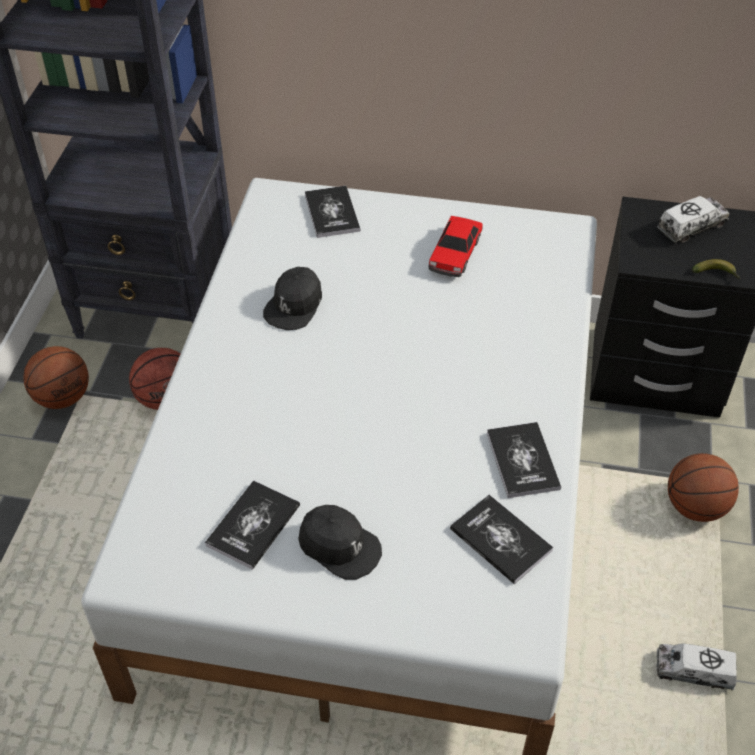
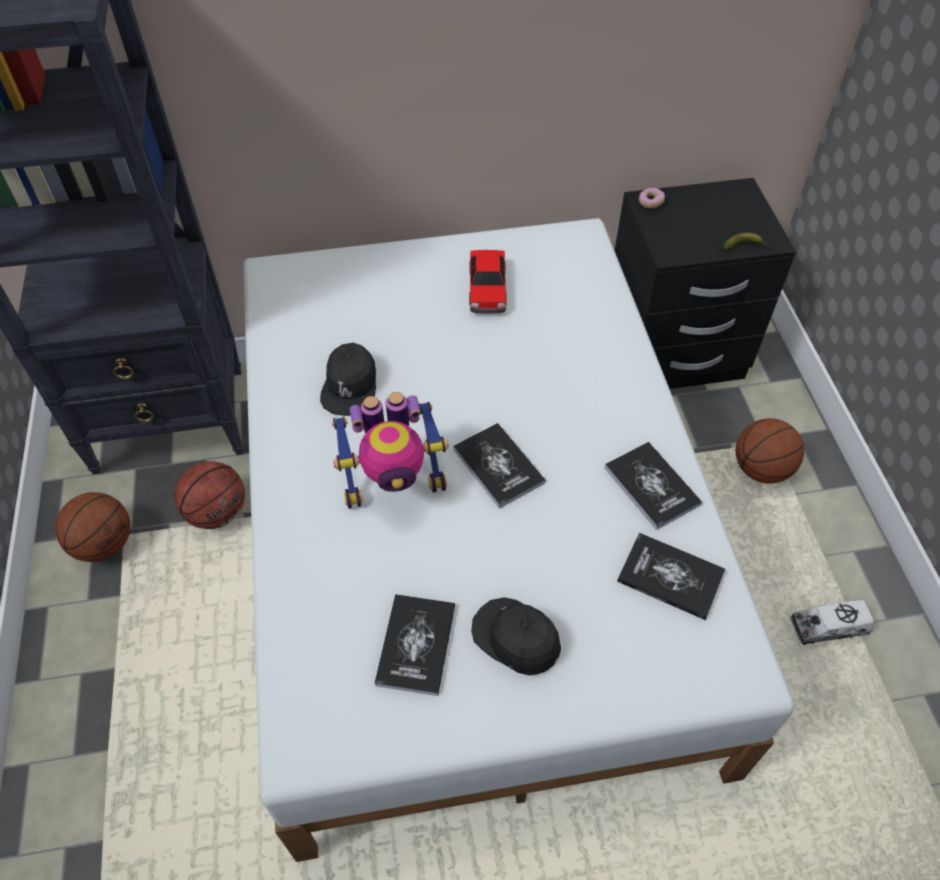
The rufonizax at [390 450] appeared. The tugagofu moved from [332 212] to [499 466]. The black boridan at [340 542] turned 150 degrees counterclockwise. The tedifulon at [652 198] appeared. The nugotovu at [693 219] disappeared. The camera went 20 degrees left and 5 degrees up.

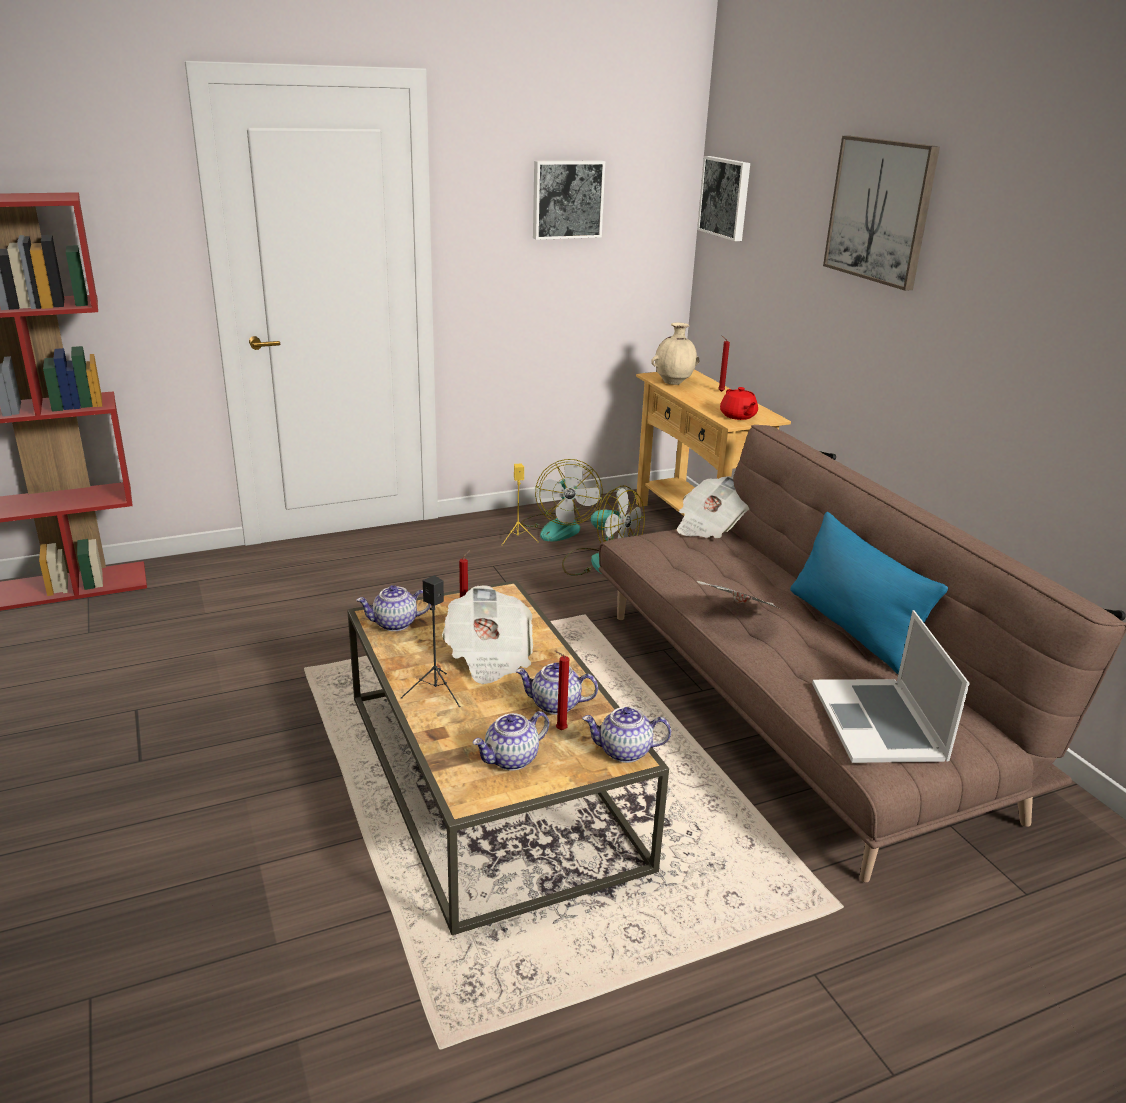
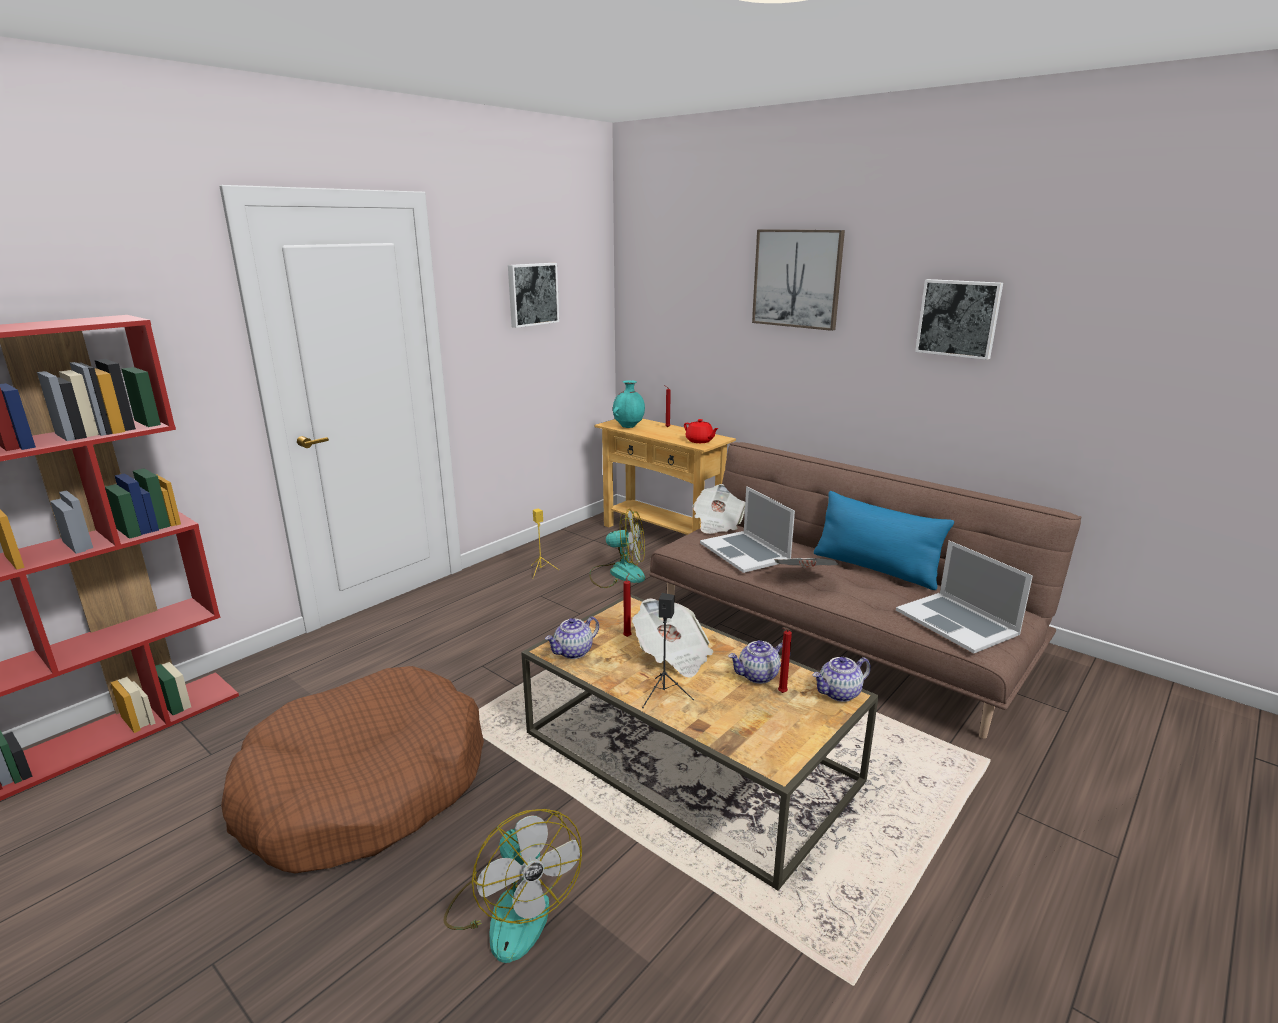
The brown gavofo at [352 769] appeared. The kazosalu moved from [562 500] to [512 886]. The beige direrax at [675 354] became the turquoise direrax at [629 404]. The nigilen at [747 529] appeared. The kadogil moved from [723 198] to [959 319]. The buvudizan at [511 740] disappeared. The camera went 25 degrees left and 5 degrees down.

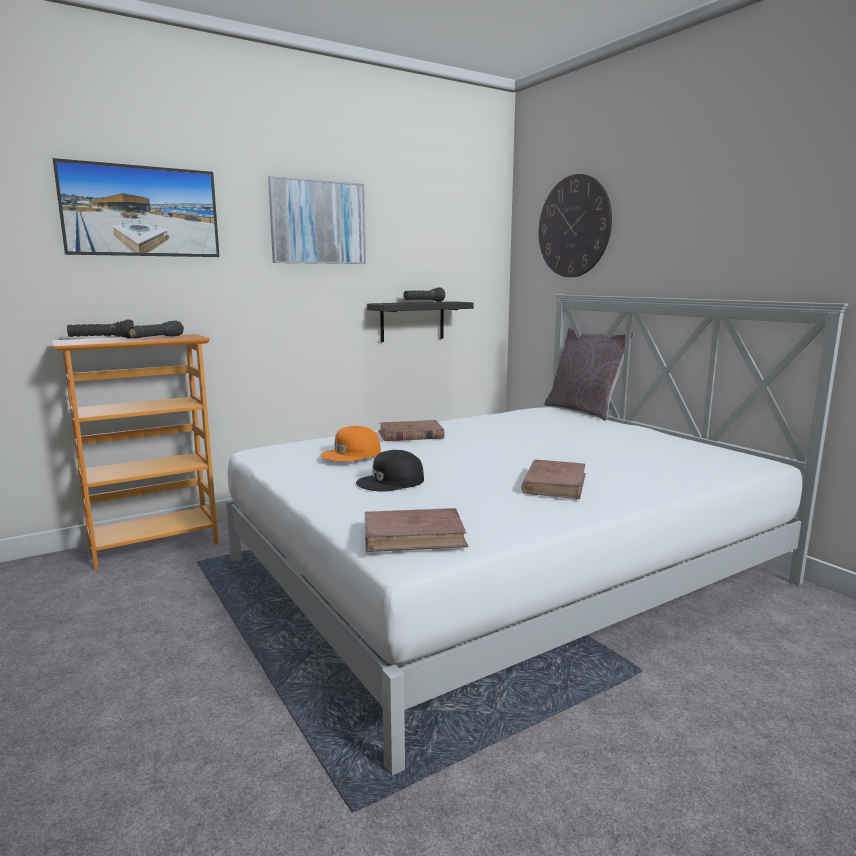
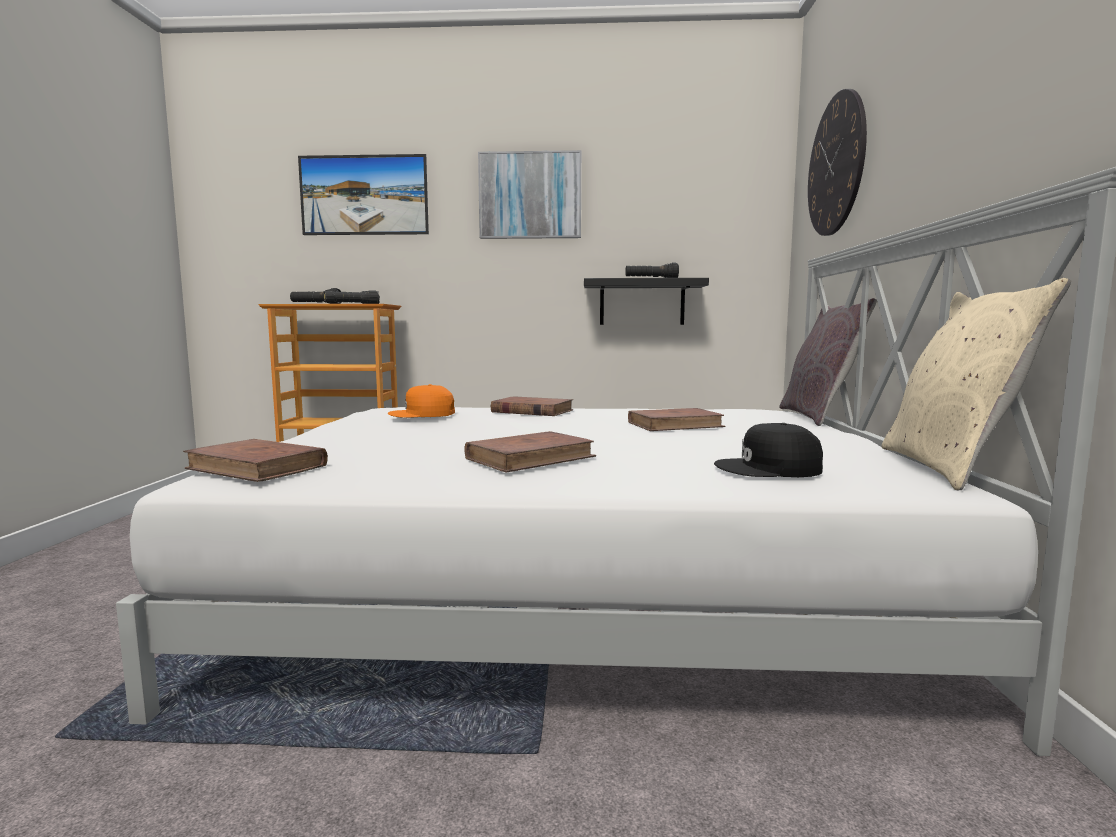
The brown tugagofu at [676 419] appeared. The black boridan moved from [390 471] to [768 450]. The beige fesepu at [976 384] appeared. The camera went 35 degrees right and 5 degrees down.

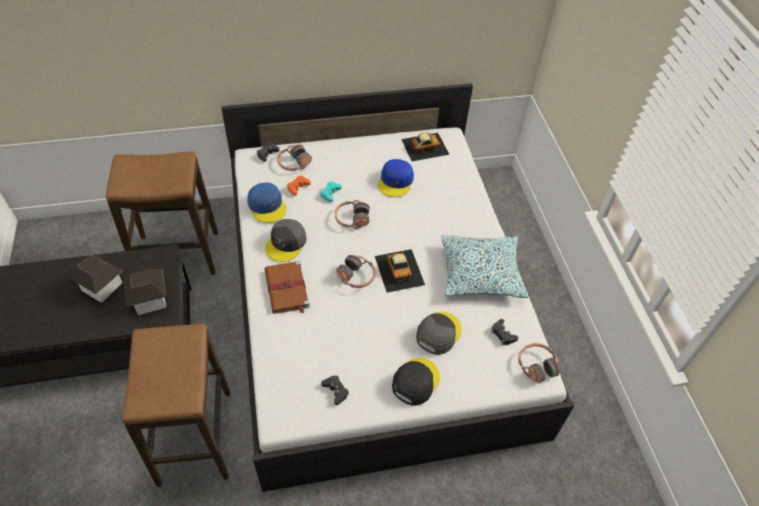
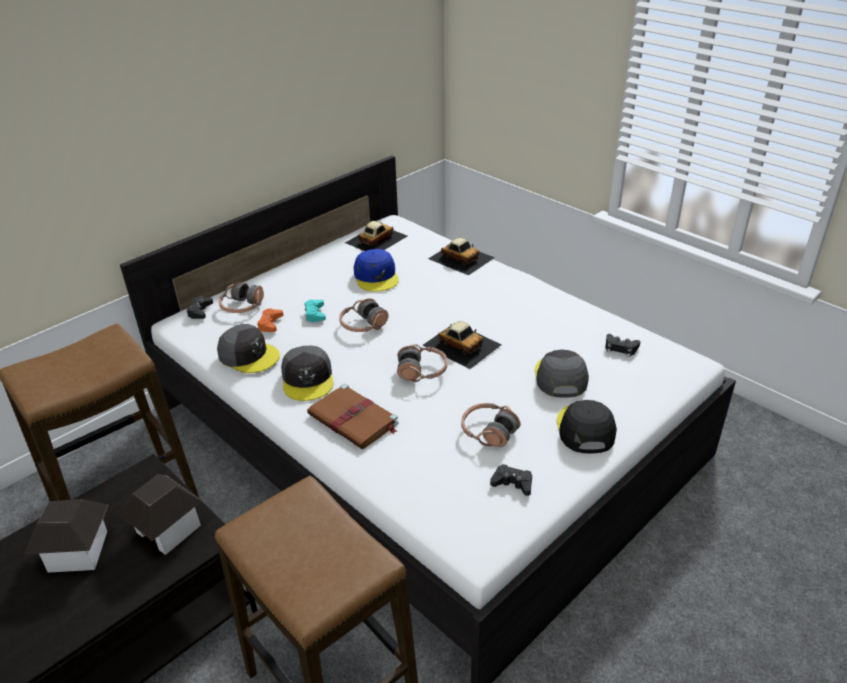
The blue boridan at [266 203] became the grey boridan at [248 348]. The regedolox at [461 256] appeared. The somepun moved from [539 363] to [491 425]. The fesepu at [484 266] disappeared. The camera went 30 degrees left and 15 degrees down.

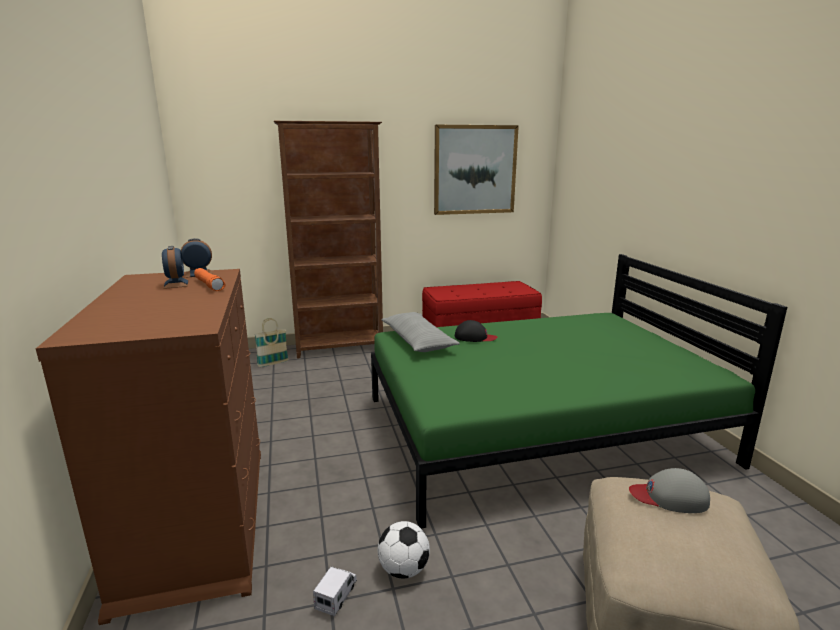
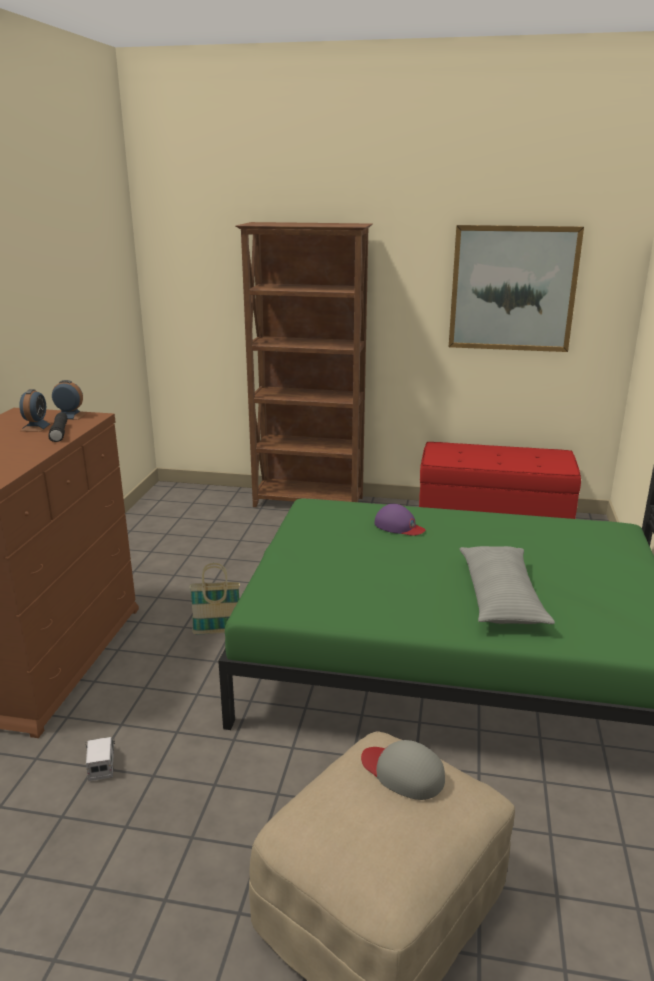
The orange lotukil at [209 279] became the black lotukil at [57 427]. The nugotovu at [335 591] turned 60 degrees counterclockwise. The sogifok moved from [271 342] to [215 599]. The black boridan at [476 331] became the purple boridan at [400 520]. The grey fesepu moved from [420 332] to [507 585]. The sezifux at [404 550] disappeared. The camera went 25 degrees right and 5 degrees up.

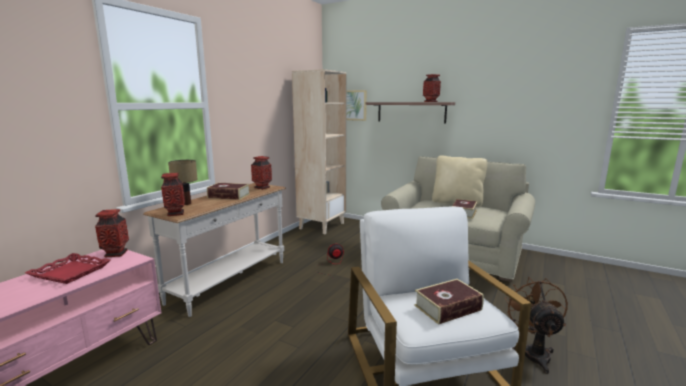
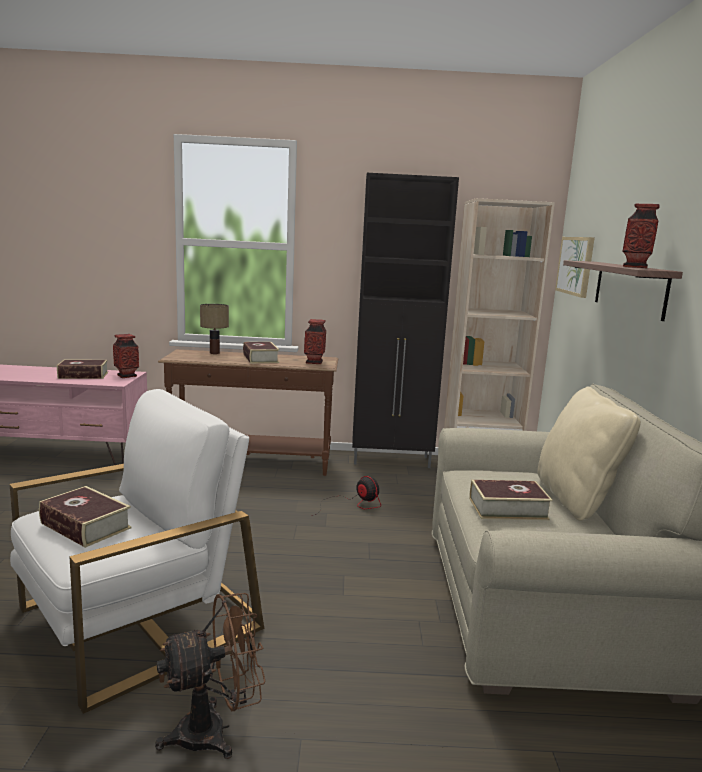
The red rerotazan at [68 268] was replaced by the tugagofu at [82 369]. The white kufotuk at [214 250] became the brown kufotuk at [248 412]. The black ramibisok at [405 320] appeared. The direrax at [173 194] disappeared. The camera went 60 degrees right and 0 degrees up.

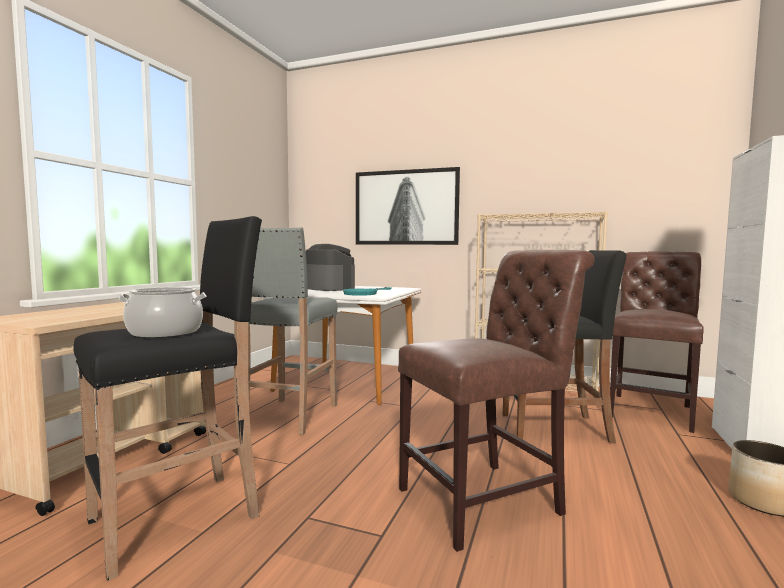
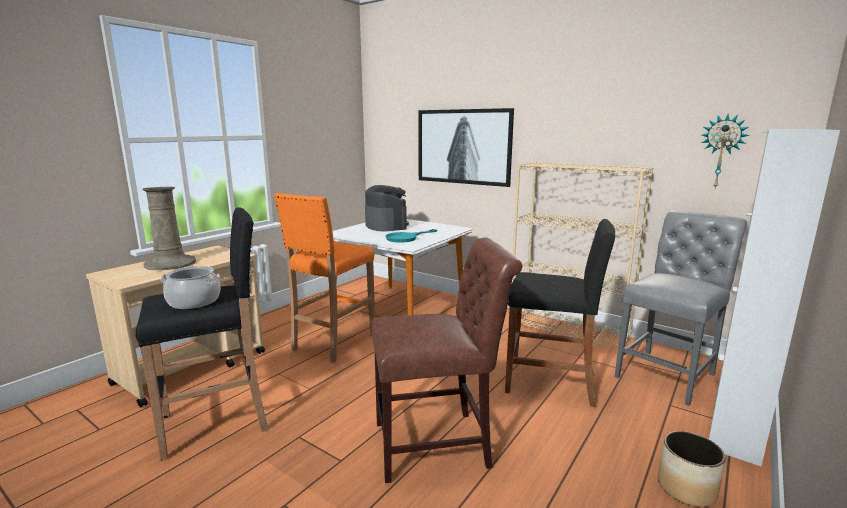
The beige direrax at [169 228] appeared. The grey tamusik at [292 331] became the orange tamusik at [324 278]. The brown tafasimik at [657 342] became the grey tafasimik at [681 308]. The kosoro at [725 151] appeared. The camera went 15 degrees right and 10 degrees up.

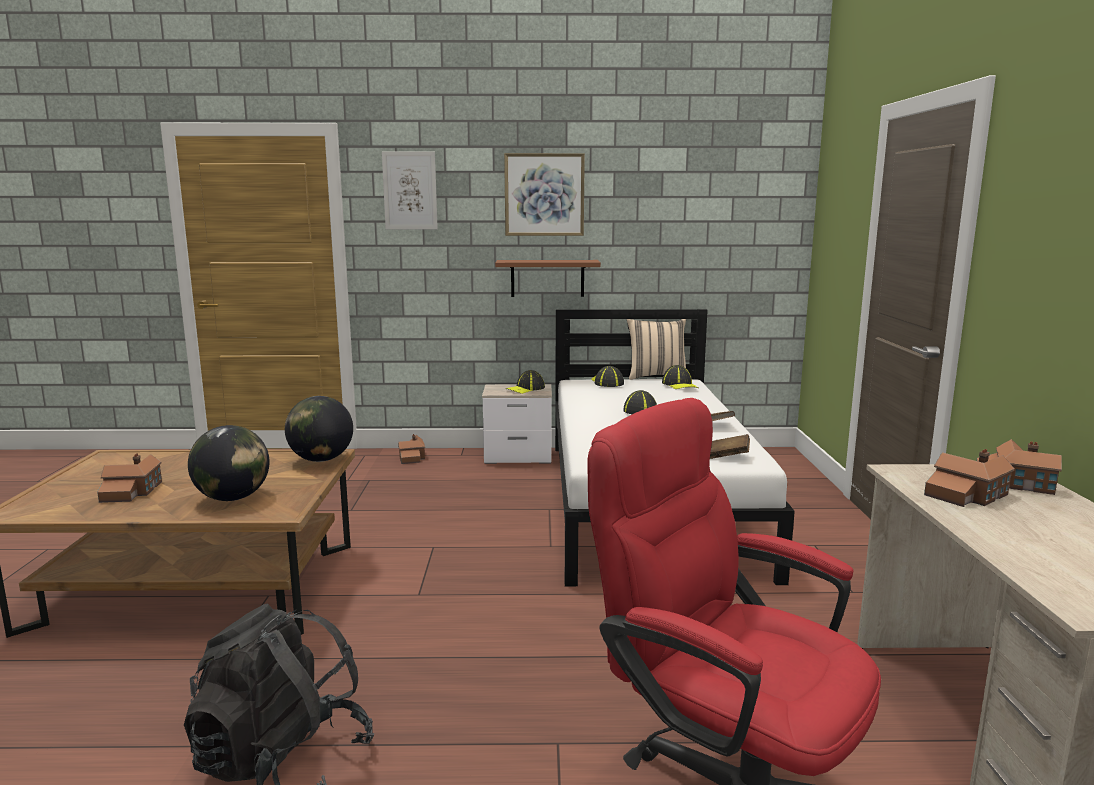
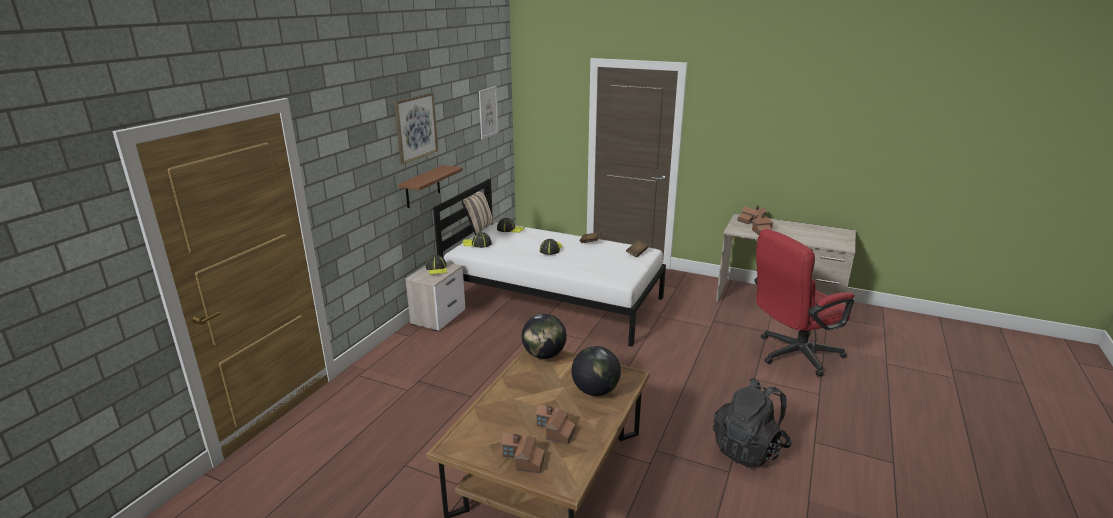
The kadogil moved from [410 190] to [489 113]. The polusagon moved from [411 449] to [523 453]. The camera went 65 degrees left and 10 degrees up.

